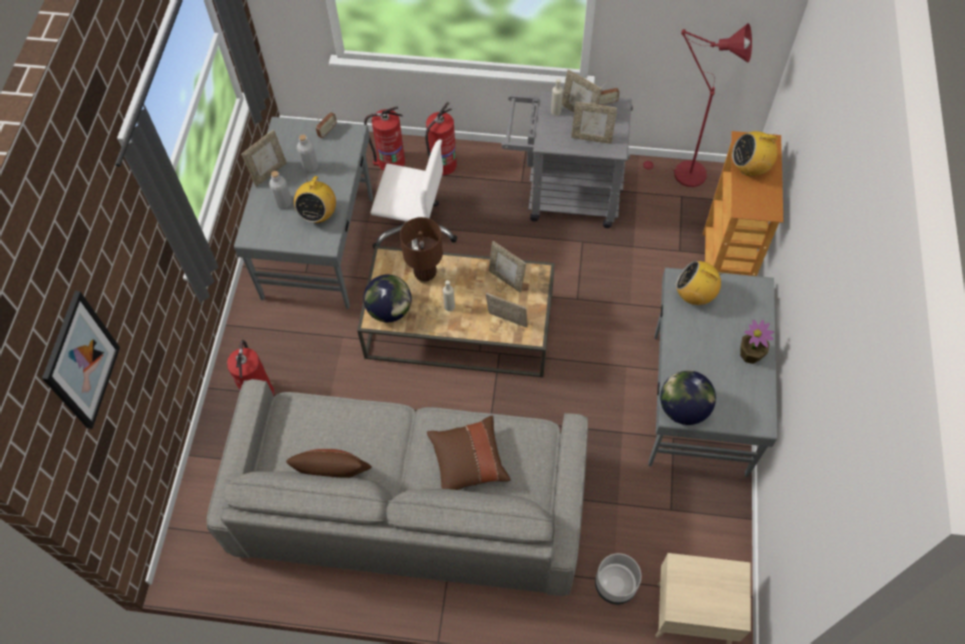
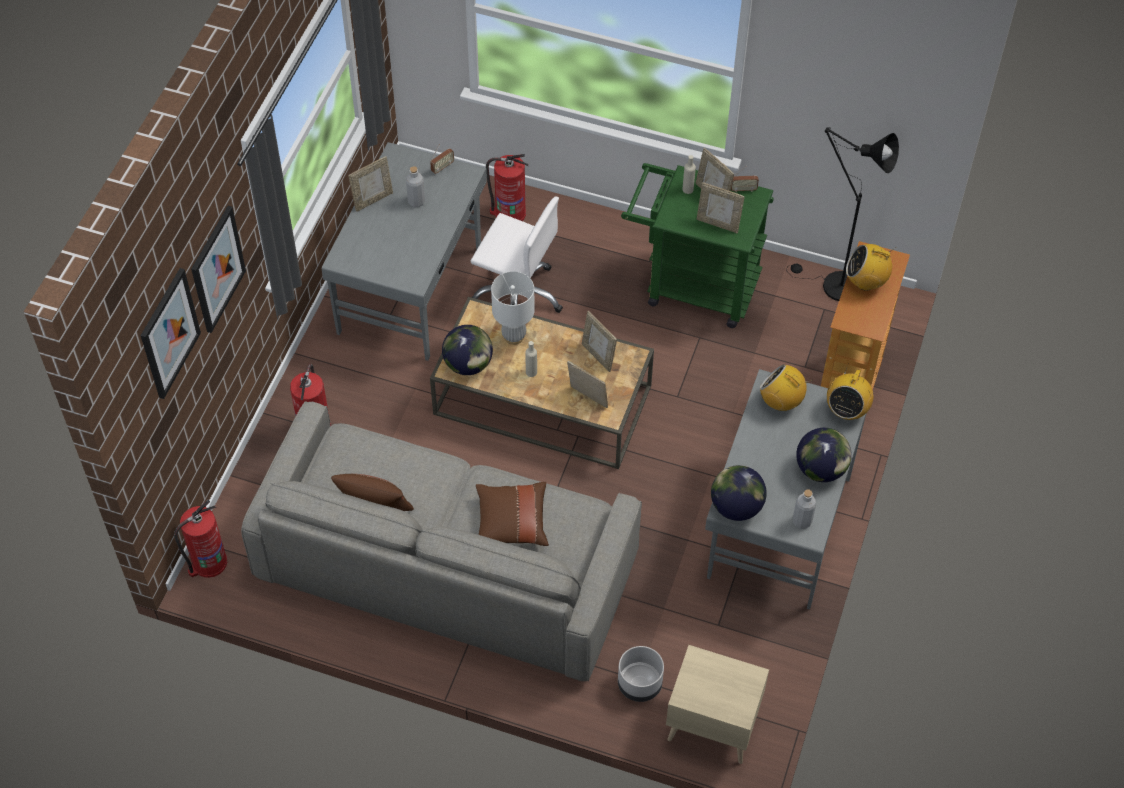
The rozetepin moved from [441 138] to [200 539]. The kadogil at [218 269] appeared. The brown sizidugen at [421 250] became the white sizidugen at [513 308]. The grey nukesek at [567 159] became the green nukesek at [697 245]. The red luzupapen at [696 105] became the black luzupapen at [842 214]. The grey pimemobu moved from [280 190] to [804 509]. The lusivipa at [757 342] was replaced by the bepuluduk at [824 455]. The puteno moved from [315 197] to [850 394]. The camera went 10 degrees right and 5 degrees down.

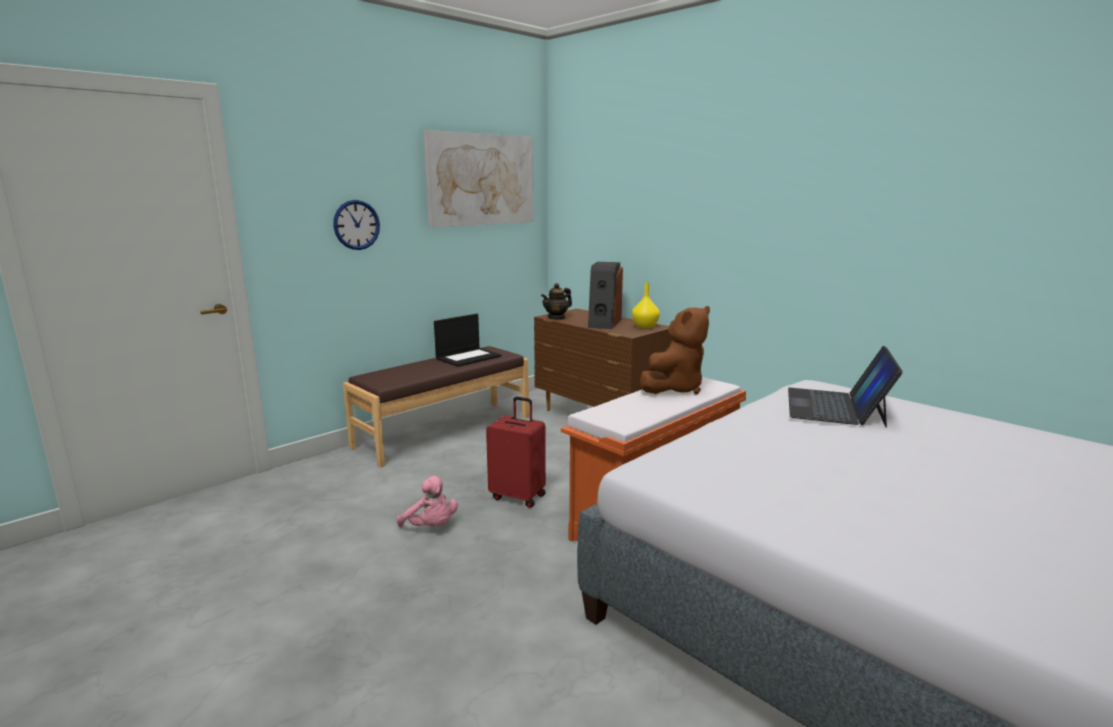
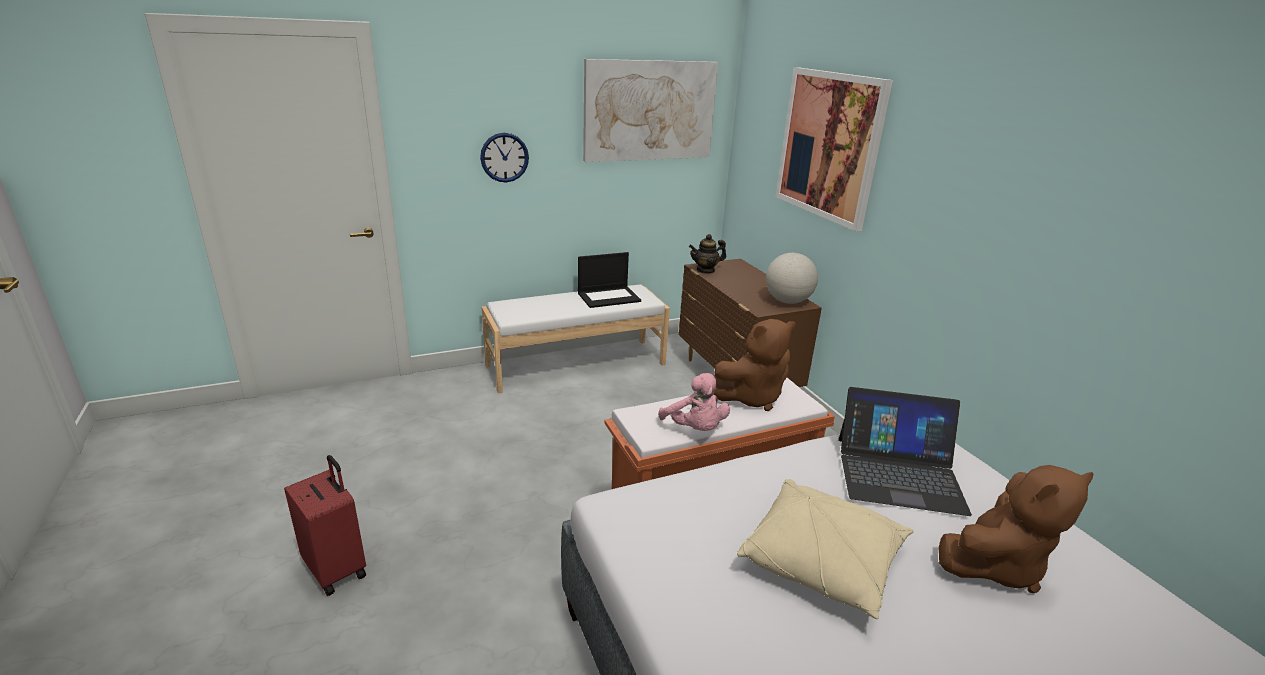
The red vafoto moved from [516 452] to [325 525]. The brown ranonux at [436 406] became the white ranonux at [576 338]. The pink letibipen moved from [427 501] to [694 402]. The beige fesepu at [825 549] appeared. The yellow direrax at [646 305] was replaced by the bepuluduk at [792 278]. The kadogil at [834 149] appeared. The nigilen at [845 387] turned 120 degrees counterclockwise. The brown letibipen at [1016 529] appeared. The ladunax at [605 295] disappeared. The camera went 20 degrees right and 10 degrees up.

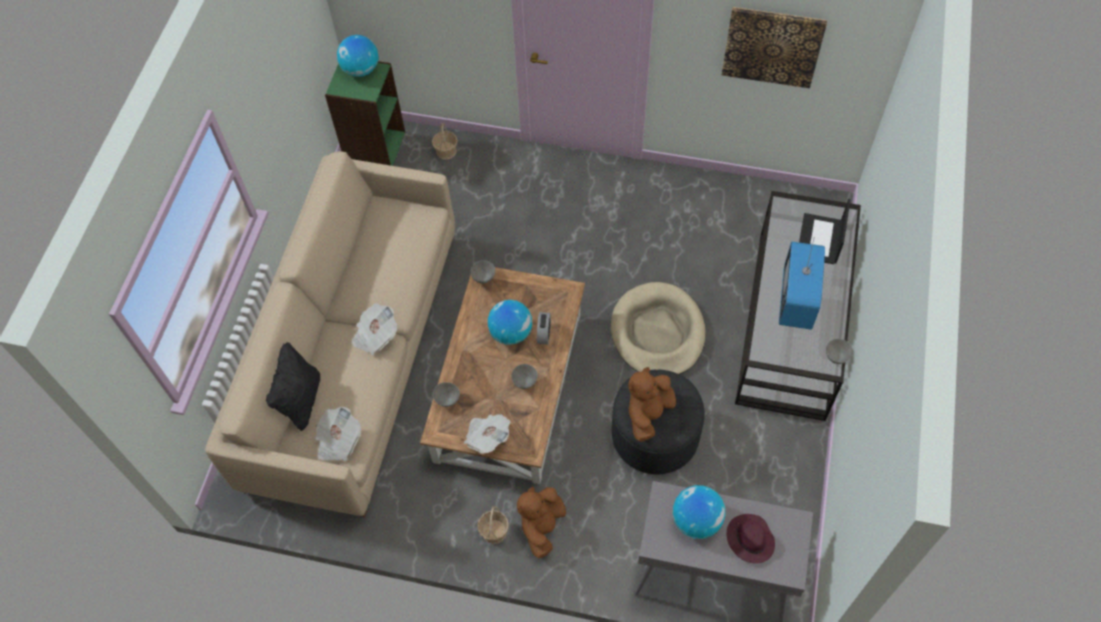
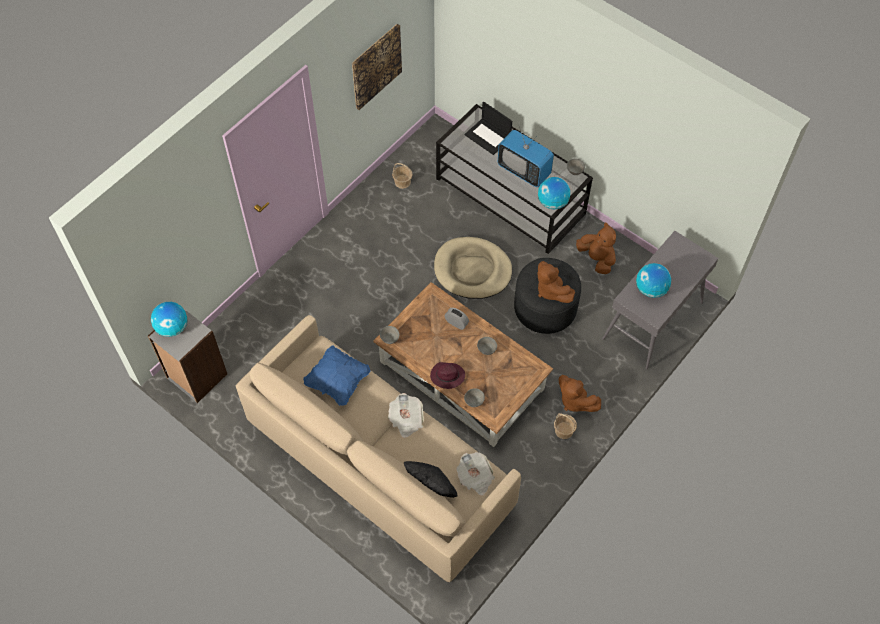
The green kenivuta at [365 113] became the grey kenivuta at [187 355]. The blue fesepu at [337 376] appeared. The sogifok moved from [445 141] to [402 176]. The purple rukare moved from [750 539] to [447 375]. The bepuluduk moved from [510 322] to [554 193]. The brown letibipen at [596 248] appeared. The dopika at [487 433] disappeared. The camera went 65 degrees left and 0 degrees up.

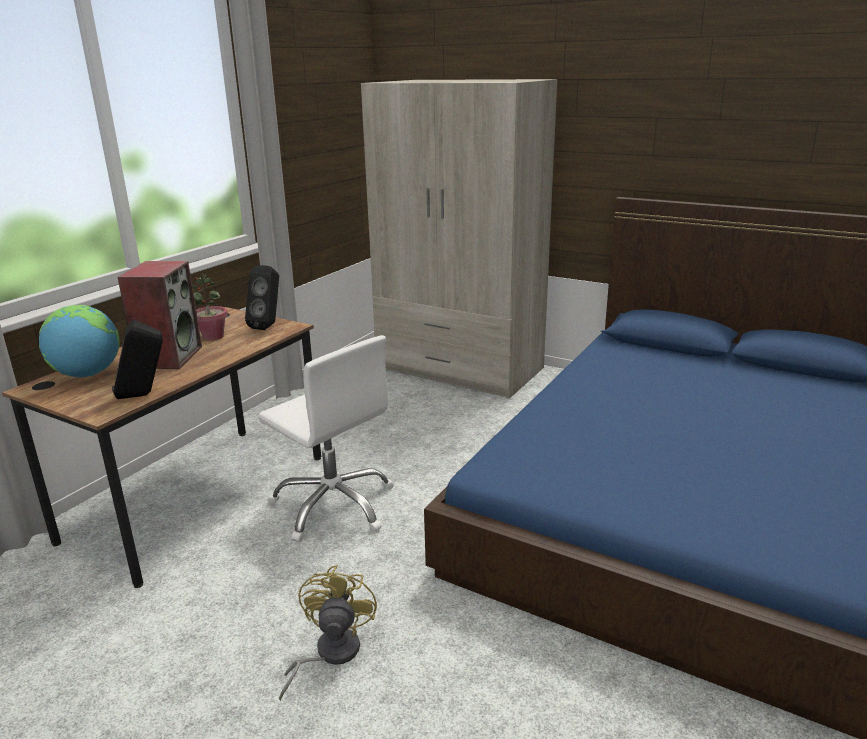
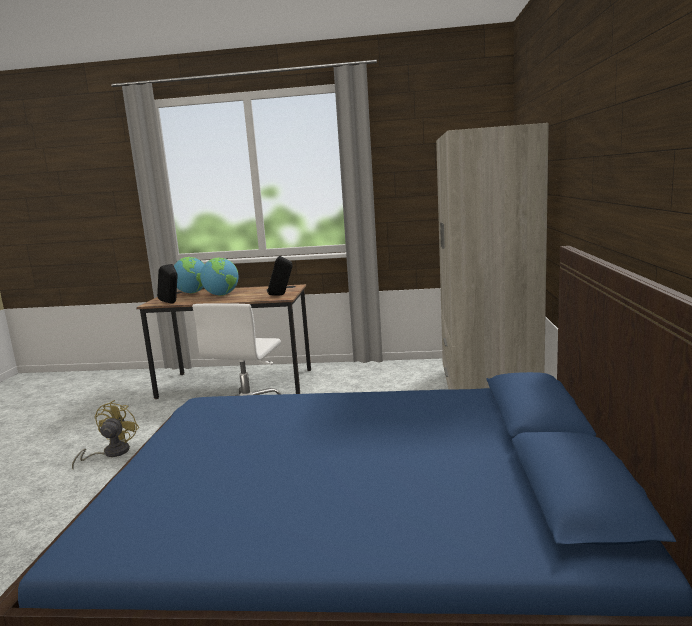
The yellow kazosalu at [328 633] turned 60 degrees counterclockwise. The ladunax at [160 315] was replaced by the bepuluduk at [219 277]. The lusivipa at [210 307] disappeared. The camera went 65 degrees right and 10 degrees down.

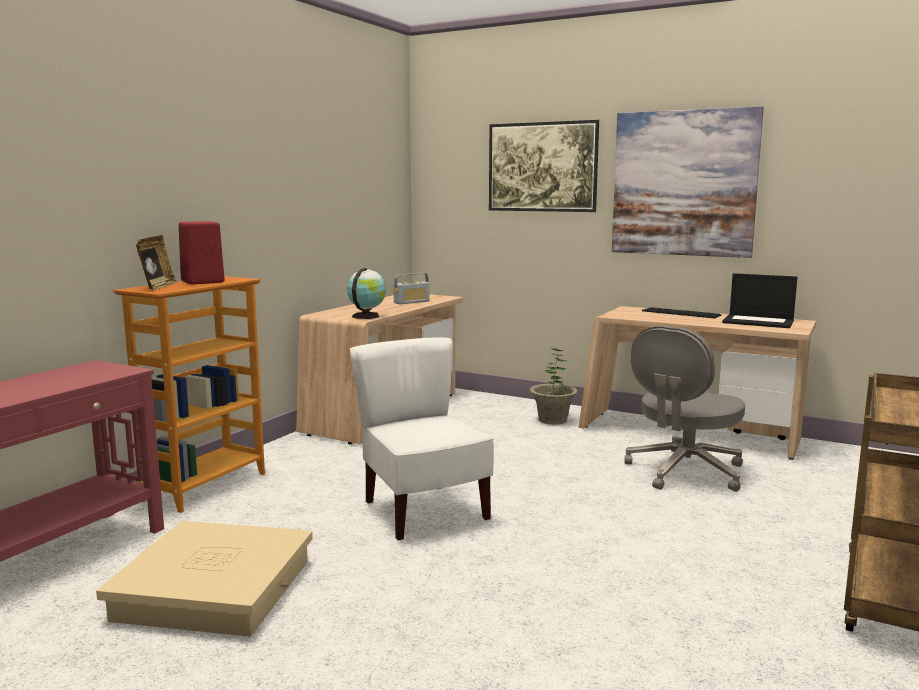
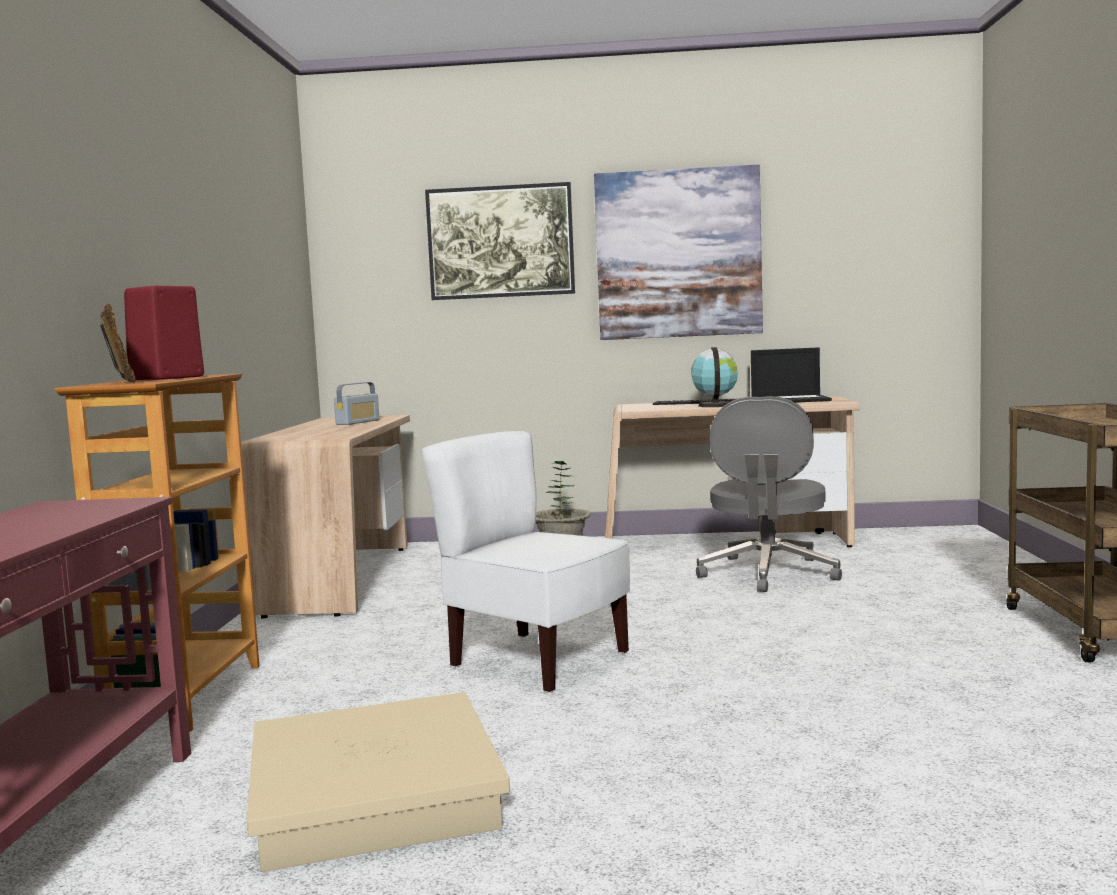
The bepuluduk moved from [367 293] to [714 377]. The camera went 25 degrees left and 5 degrees down.

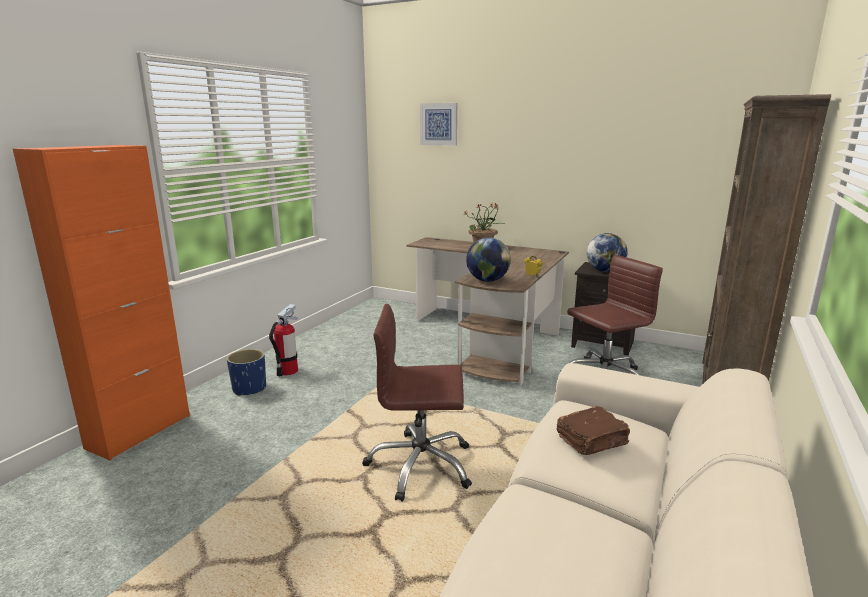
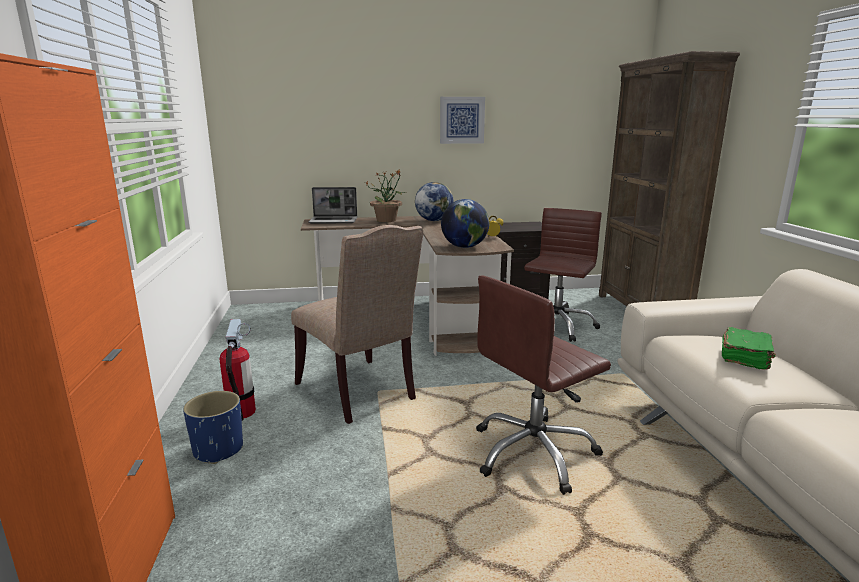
The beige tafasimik at [357 324] appeared. The nigilen at [332 205] appeared. The bepuluduk moved from [607 252] to [434 201]. The kadogil moved from [438 124] to [462 120]. The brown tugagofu at [593 430] became the green tugagofu at [749 348]. The camera went 35 degrees left and 0 degrees up.

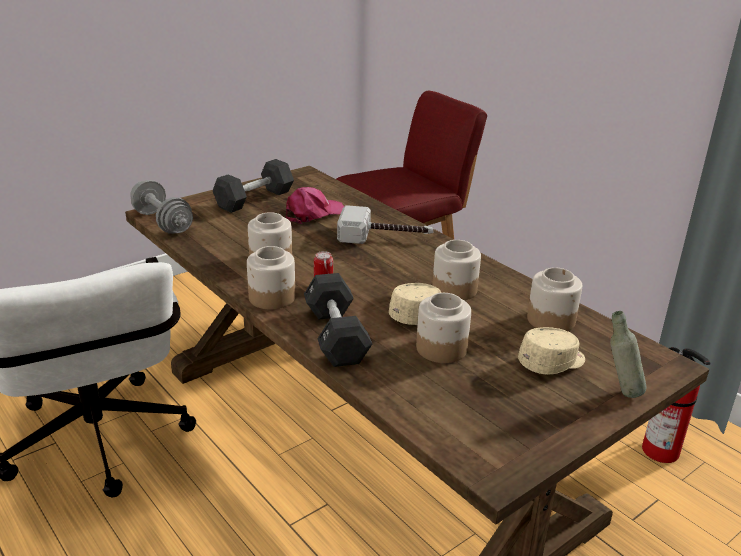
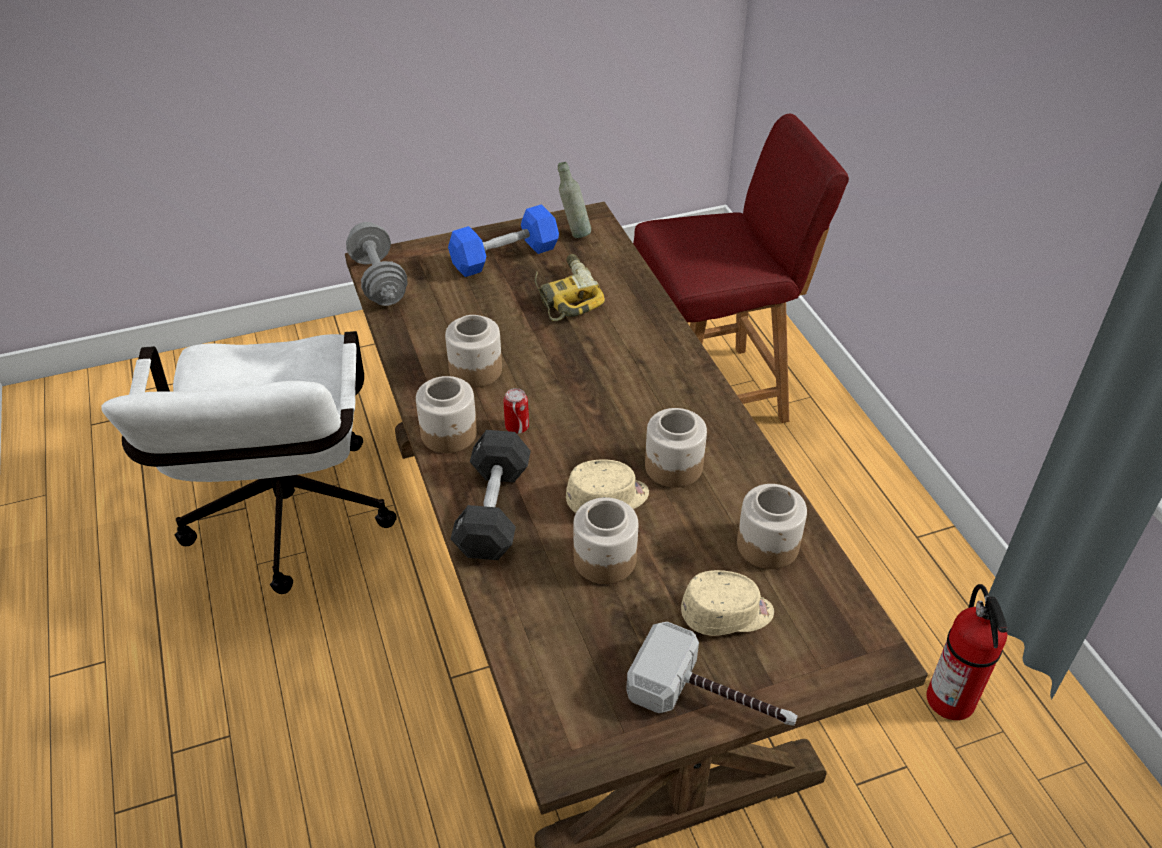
The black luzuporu at [253 186] became the blue luzuporu at [503 240]. The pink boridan at [314 205] was replaced by the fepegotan at [570 287]. The grey pimemobu moved from [628 354] to [574 200]. The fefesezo moved from [385 224] to [711 674]. The camera went 20 degrees right and 15 degrees up.

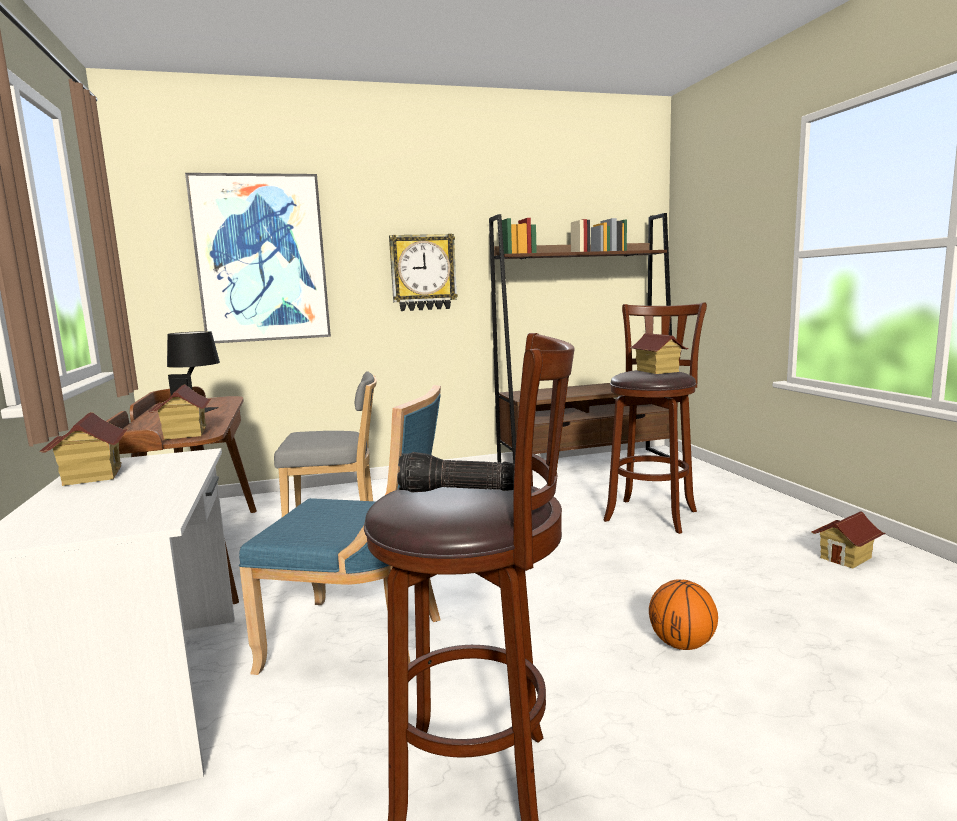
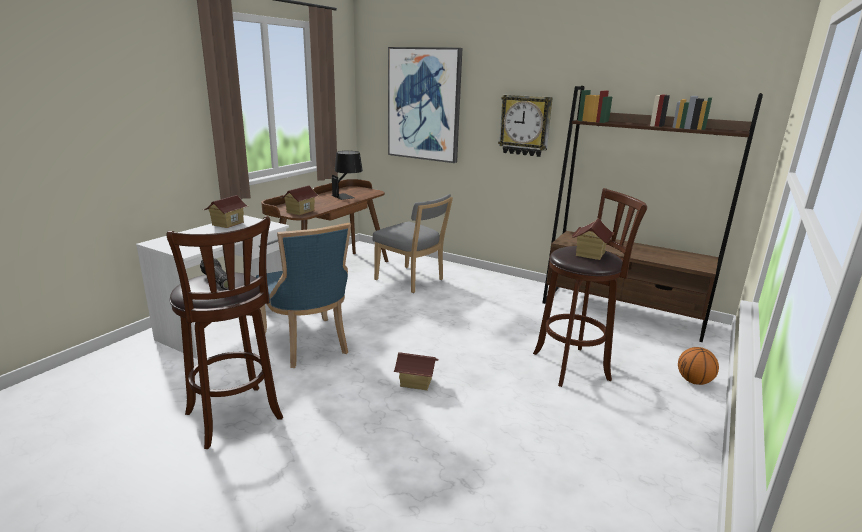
The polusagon moved from [848 540] to [416 371]. The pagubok moved from [683 614] to [698 366]. The camera went 45 degrees right and 10 degrees up.

